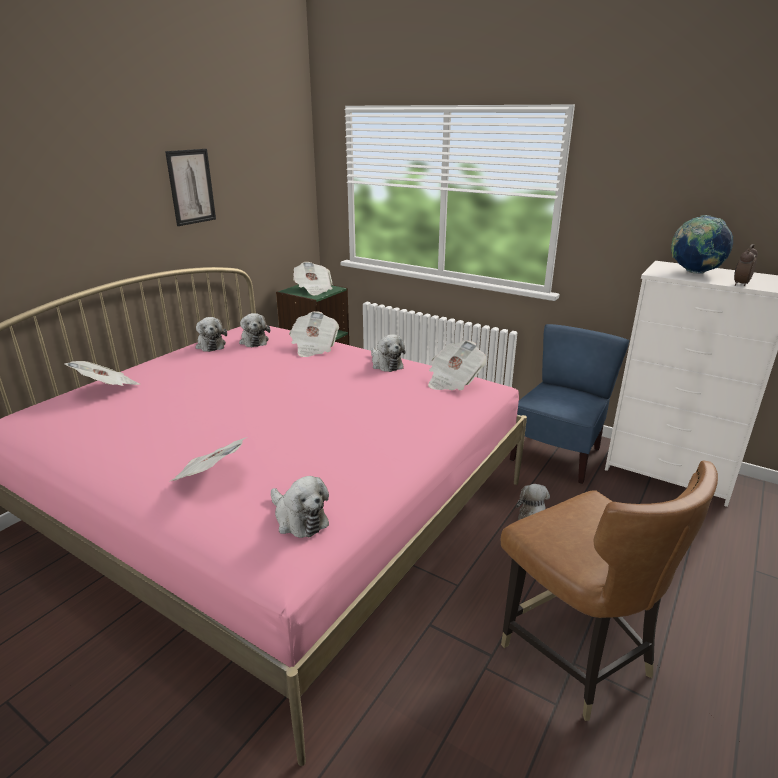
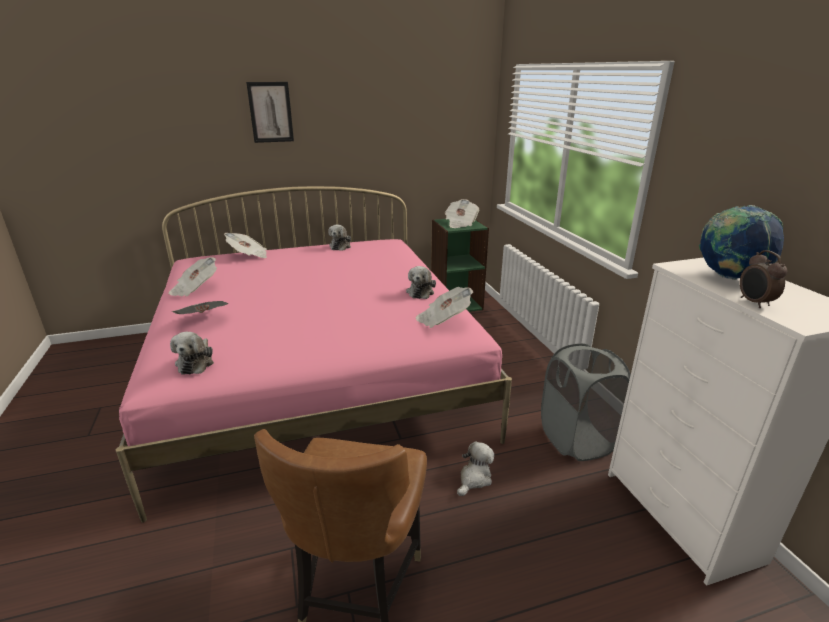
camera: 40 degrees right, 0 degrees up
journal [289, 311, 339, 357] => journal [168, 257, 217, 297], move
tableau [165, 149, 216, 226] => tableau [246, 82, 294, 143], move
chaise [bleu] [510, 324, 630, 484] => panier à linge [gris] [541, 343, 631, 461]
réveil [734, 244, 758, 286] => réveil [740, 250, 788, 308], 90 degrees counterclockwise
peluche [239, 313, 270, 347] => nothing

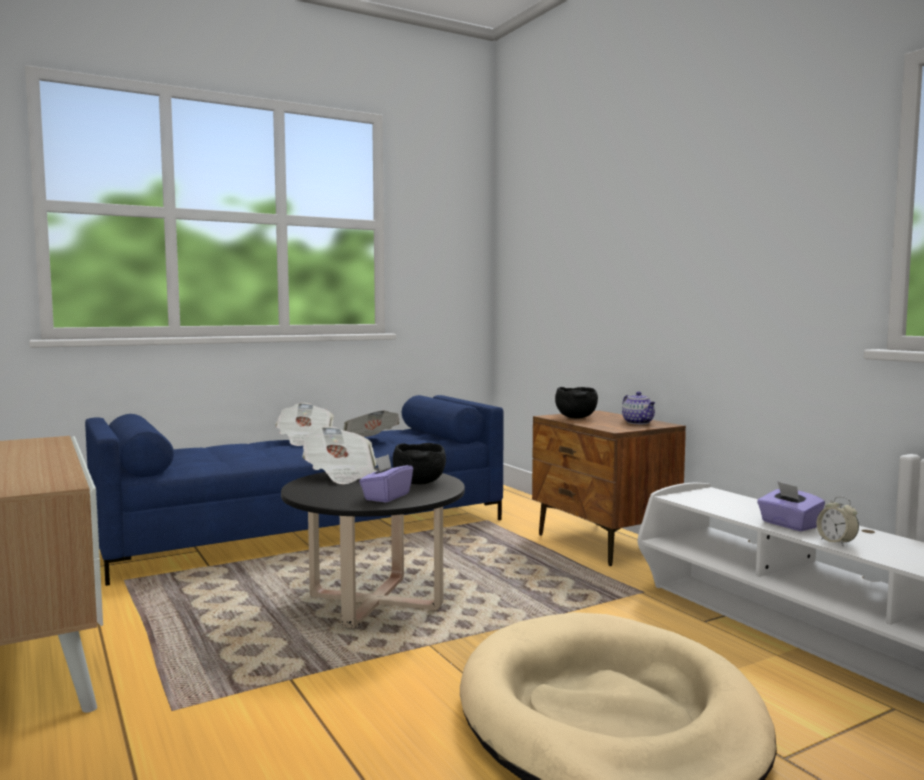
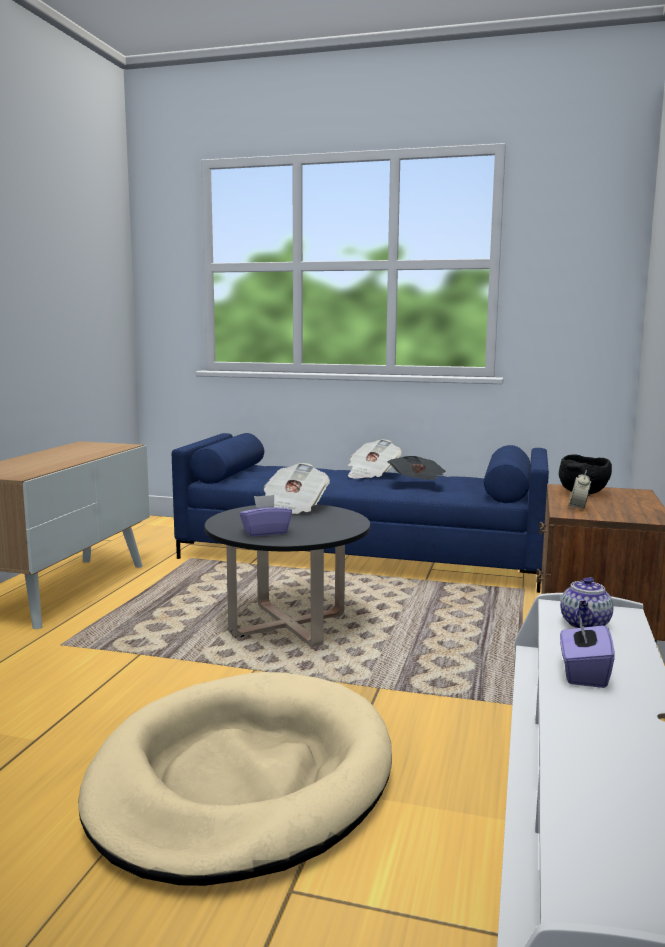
camera: 45 degrees right, 5 degrees up
théière [622, 391, 655, 424] => théière [560, 577, 613, 628], move
réveil [816, 496, 859, 546] => réveil [569, 470, 591, 510], move
bol [noir] [393, 443, 446, 484] => nothing

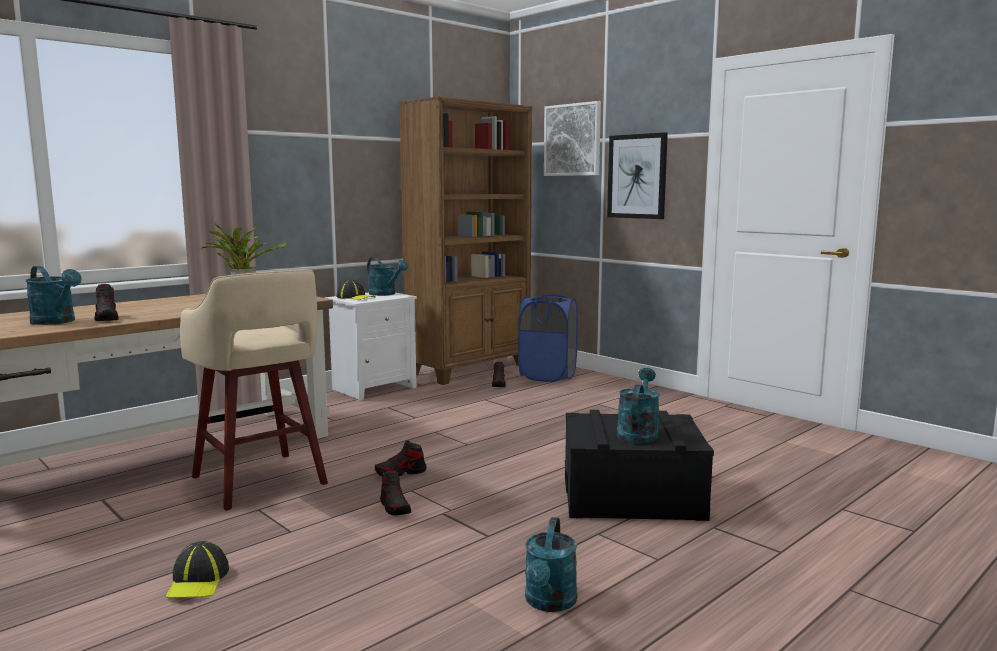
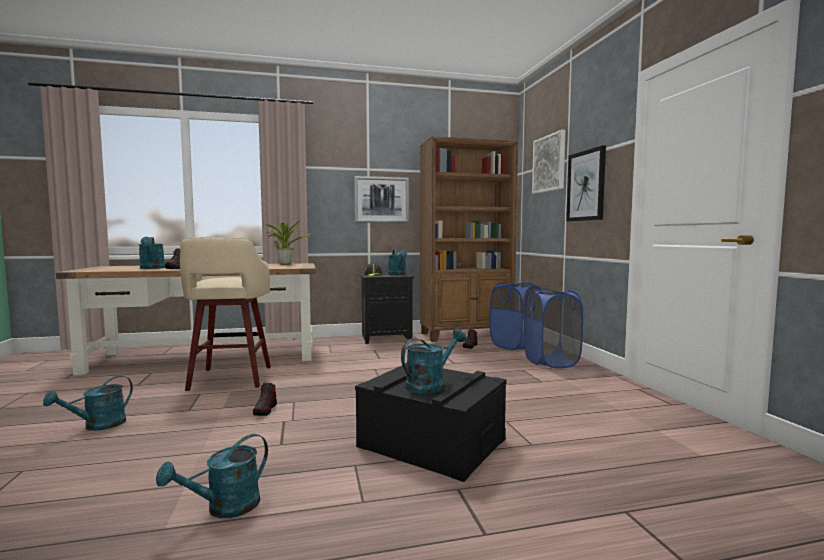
camera: 30 degrees right, 5 degrees down
casquette [165, 541, 229, 598] => arrosoir [turquoise] [43, 375, 133, 431]
nothing => tableau [354, 176, 409, 223]
table de chevet [blanc] [325, 292, 417, 401] => table de chevet [noir] [359, 274, 414, 344]
nothing => panier à linge [bleu] [524, 289, 583, 368]
chaussure [375, 440, 427, 477] => nothing

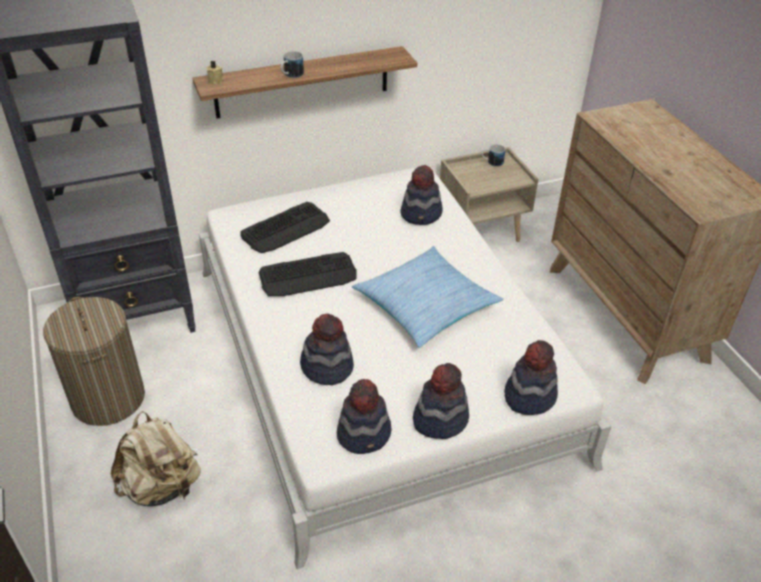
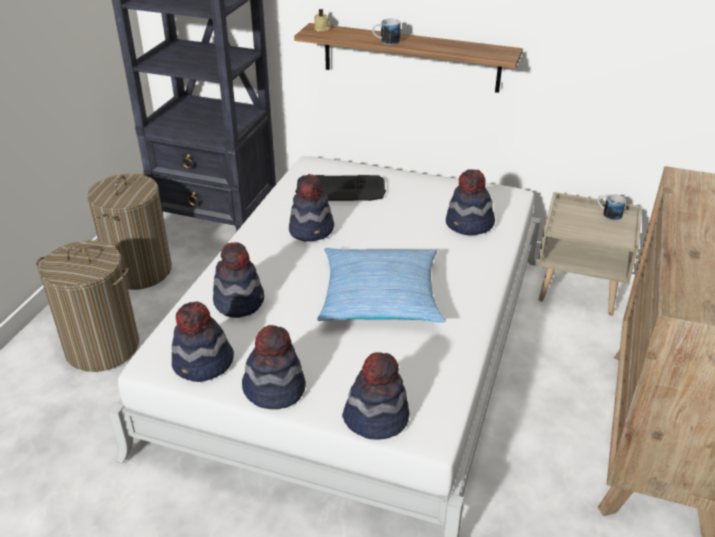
camera: 40 degrees right, 5 degrees down
sac à dos [beige] [111, 411, 201, 506] => panier à linge [36, 240, 139, 372]
clavier [259, 252, 356, 296] => chapeau [289, 174, 334, 242]

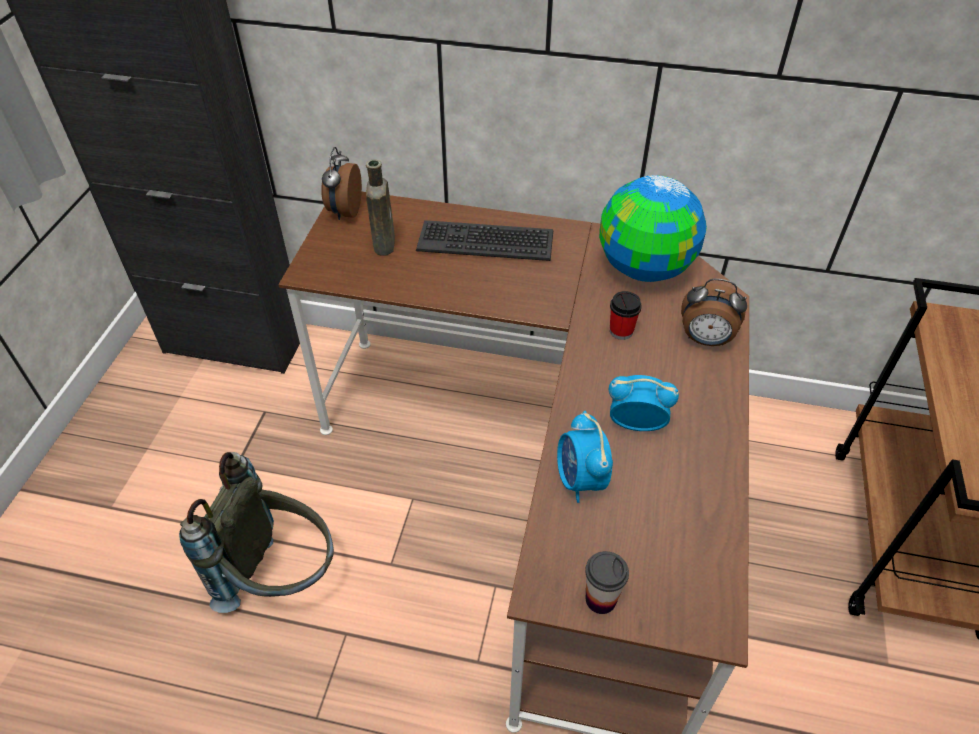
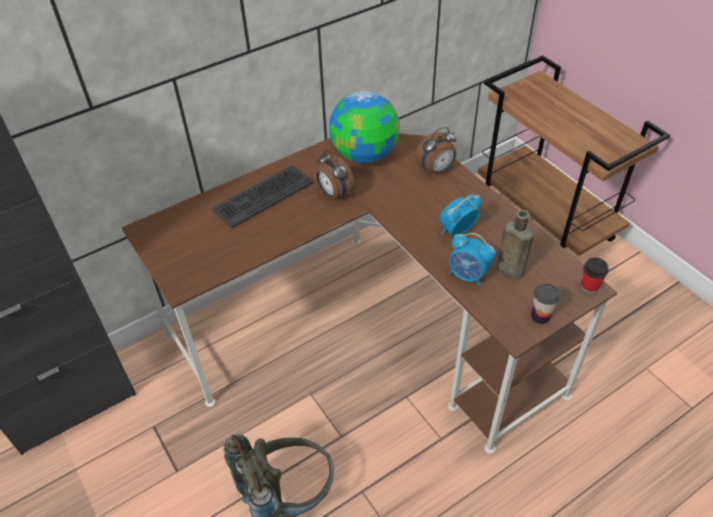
camera: 45 degrees left, 0 degrees up
réveil [321, 147, 362, 220] => réveil [316, 150, 355, 201], move
bouteille [marron] [366, 159, 395, 256] => bouteille [marron] [497, 210, 533, 279], move
tasse [610, 291, 642, 340] => tasse [581, 257, 608, 294], move

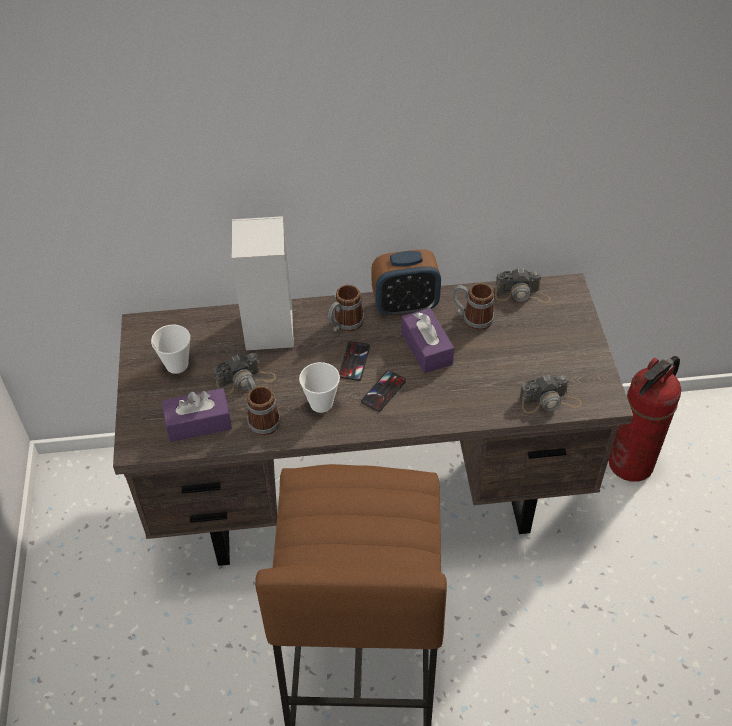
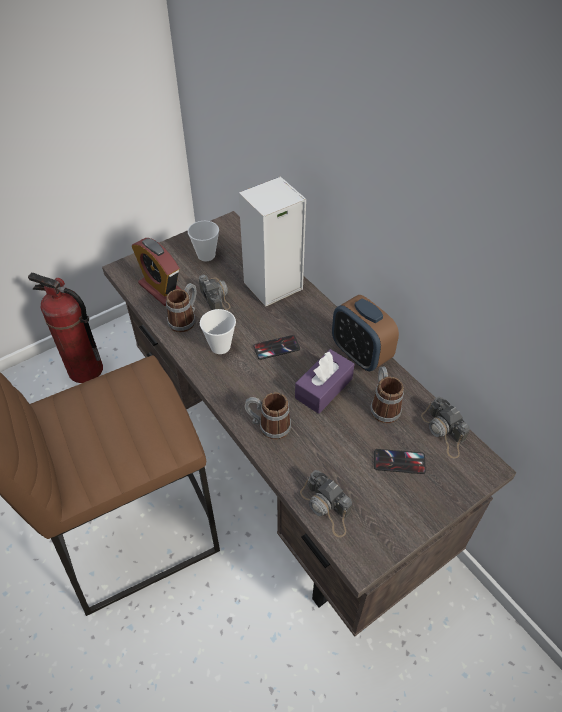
camera: 60 degrees right, 0 degrees up
extincteur [609, 356, 681, 482] => extincteur [28, 273, 103, 383], move
boîte à mouchoirs [violet] [162, 388, 232, 442] => réveil [131, 238, 181, 306]
appareil photo [213, 353, 276, 395] => appareil photo [199, 275, 230, 310], 150 degrees counterclockwise
mug [328, 285, 364, 332] => mug [245, 392, 291, 440], move
téléphone [361, 370, 406, 412] => téléphone [374, 449, 426, 474], move

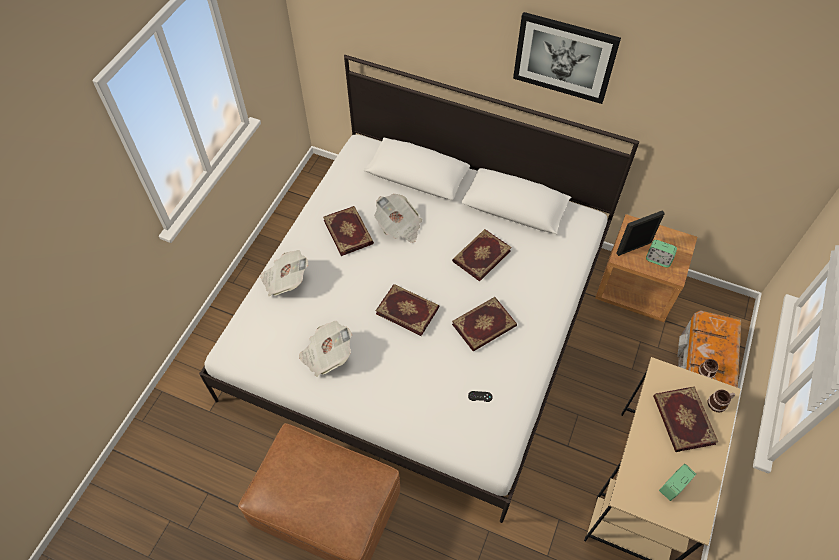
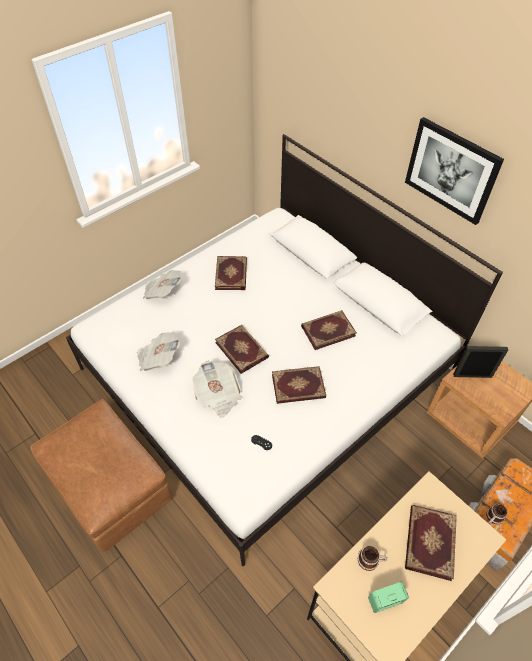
camera: 25 degrees right, 5 degrees down
journal [374, 194, 422, 243] => journal [192, 361, 242, 417], move
mug [708, 389, 735, 413] => mug [358, 546, 387, 571], move
réveil [646, 240, 677, 267] => nothing

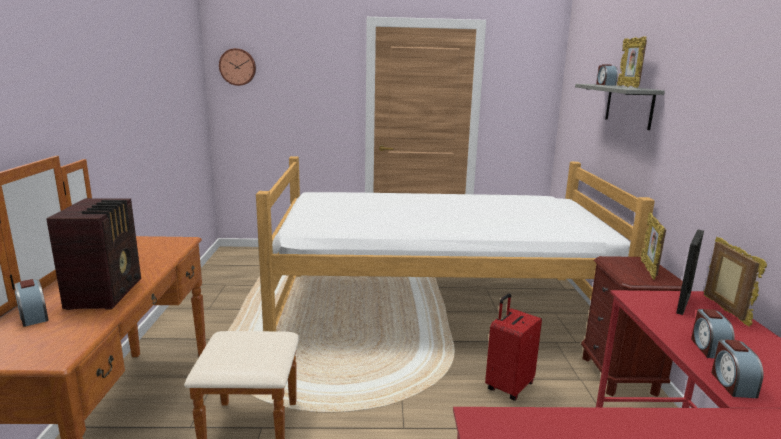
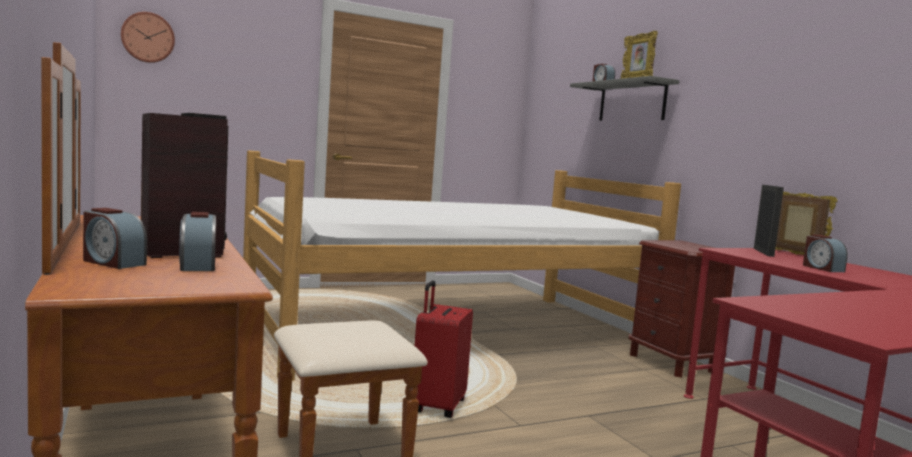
camera: 25 degrees left, 10 degrees down
réveil [711, 339, 763, 398] => réveil [179, 212, 216, 271], move
valise [rouge] [485, 293, 542, 401] => valise [rouge] [415, 280, 473, 418], move
cadre photo [641, 212, 666, 280] => nothing

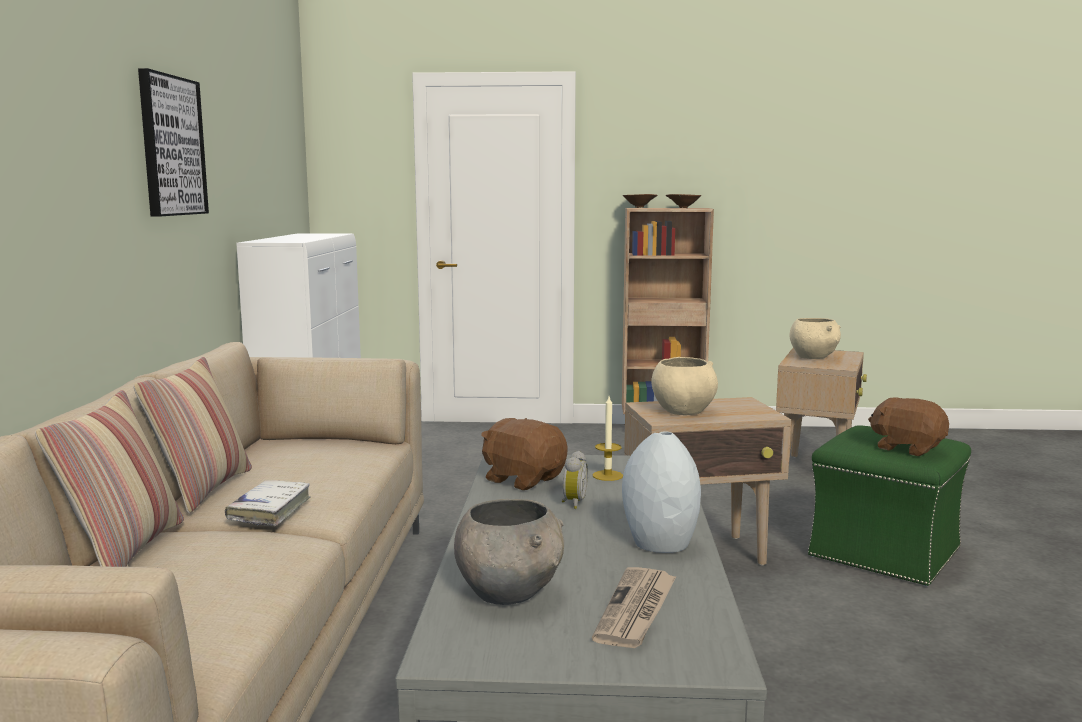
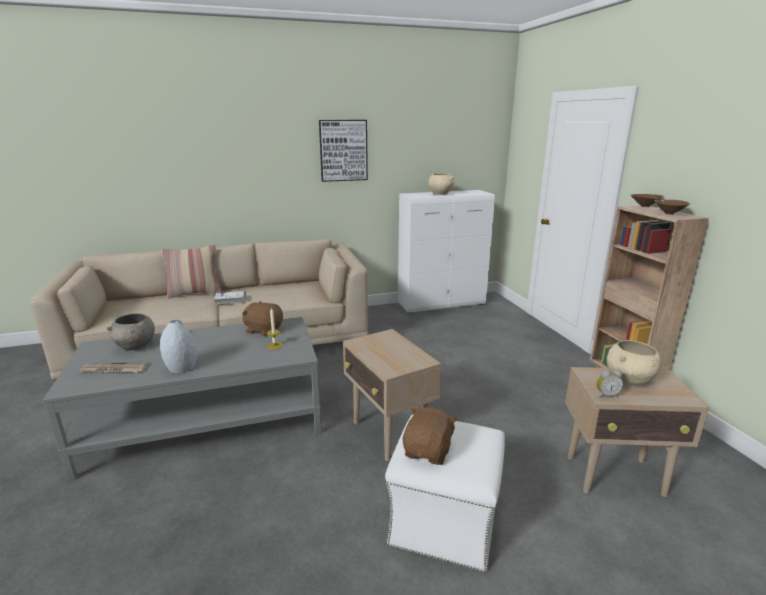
camera: 70 degrees right, 10 degrees up
peluche [marron] [481, 418, 568, 490] => peluche [marron] [242, 301, 283, 336], 90 degrees counterclockwise
pouf [vert] [808, 425, 971, 586] => pouf [blanc] [385, 415, 505, 572]
bol [beige] [652, 357, 718, 415] => bol [beige] [429, 173, 455, 195], move
réveil [562, 451, 588, 509] => réveil [596, 369, 623, 398], move
coussin [133, 357, 252, 513] => nothing

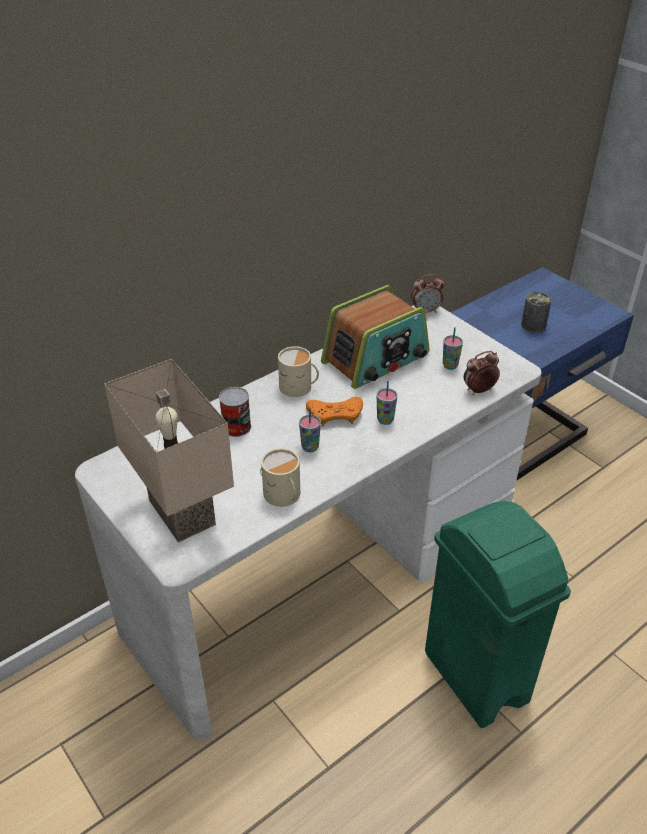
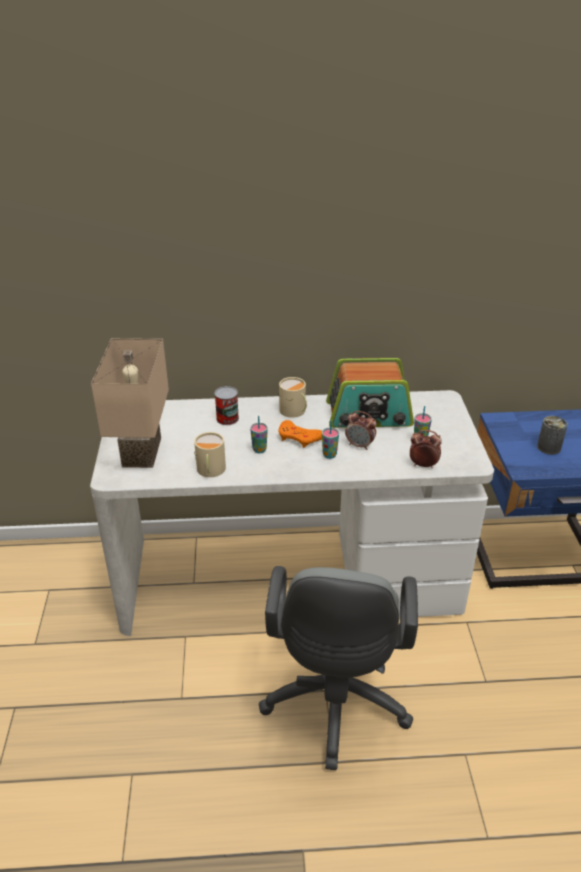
camera: 35 degrees right, 5 degrees down
poubelle [vert] [425, 501, 571, 728] => chaise de bureau [gris] [259, 566, 418, 770]
réveil [411, 274, 444, 313] => réveil [345, 411, 376, 450], move

